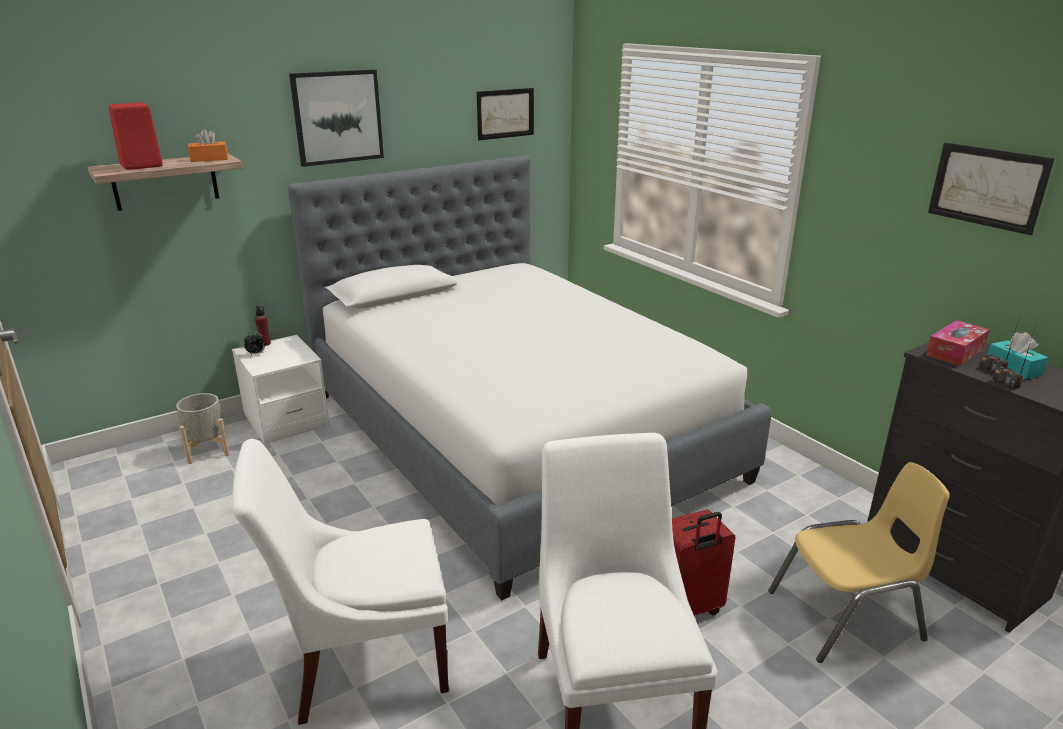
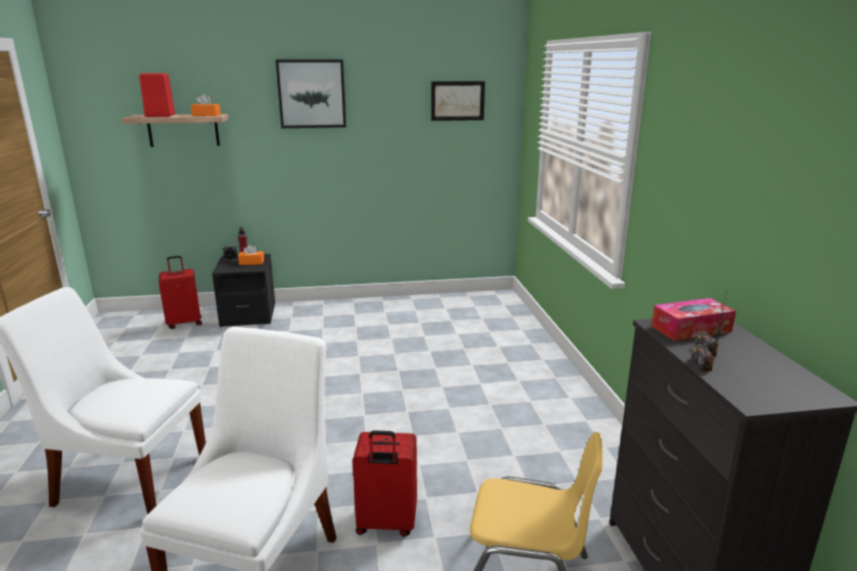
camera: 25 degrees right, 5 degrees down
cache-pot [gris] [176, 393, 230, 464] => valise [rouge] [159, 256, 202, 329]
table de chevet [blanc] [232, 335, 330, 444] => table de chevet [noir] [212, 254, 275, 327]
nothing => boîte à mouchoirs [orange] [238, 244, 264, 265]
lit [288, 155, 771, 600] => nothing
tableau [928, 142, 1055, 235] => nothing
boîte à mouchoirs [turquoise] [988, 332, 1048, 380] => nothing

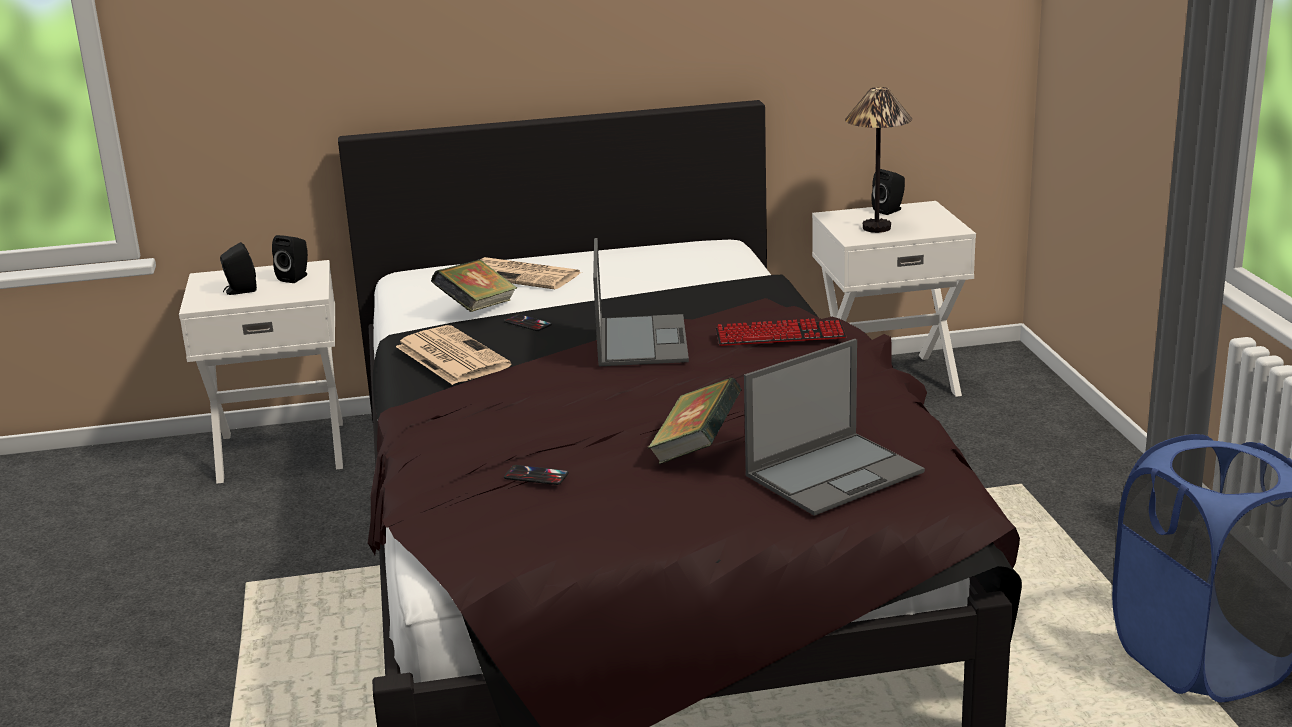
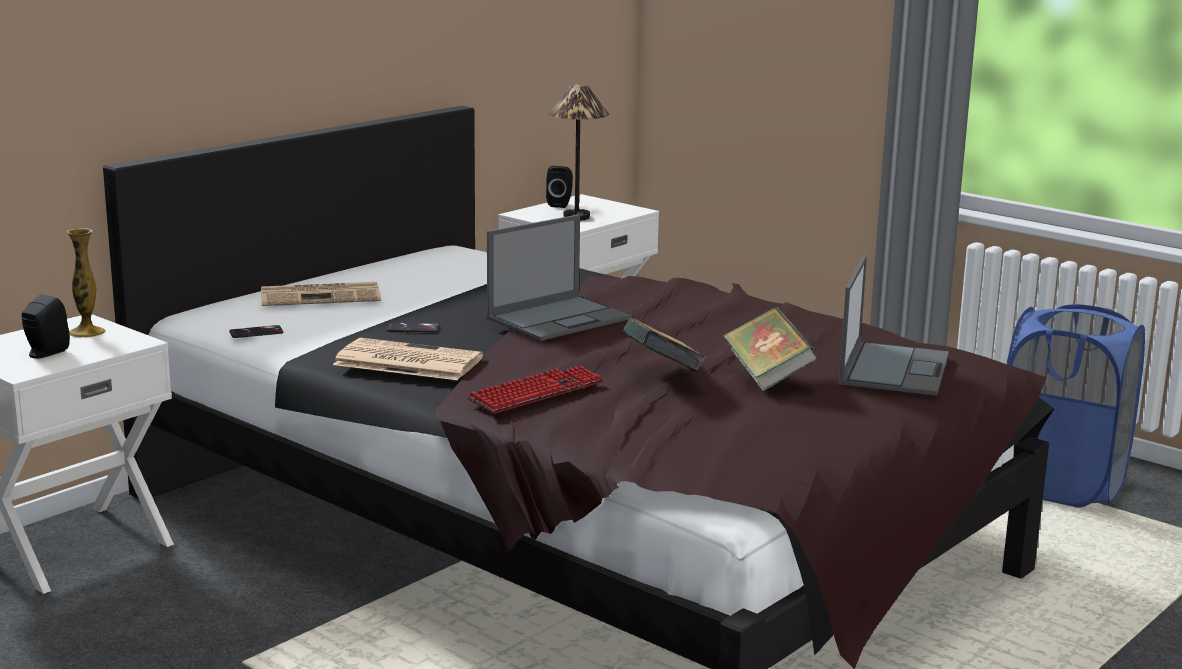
camera: 40 degrees left, 5 degrees down
enceinte [noir] [272, 235, 308, 283] => vase [67, 228, 106, 338]
téléphone [504, 465, 569, 485] => téléphone [229, 325, 283, 338], move
clavier [715, 319, 847, 346] => clavier [467, 366, 604, 414], move
ordinateur portable [593, 238, 689, 366] => ordinateur portable [487, 215, 632, 341], 90 degrees clockwise
livre [431, 259, 517, 312] => livre [622, 318, 707, 372], move

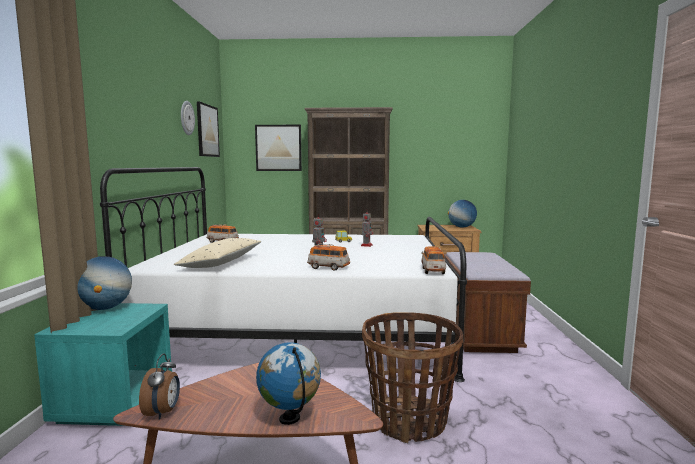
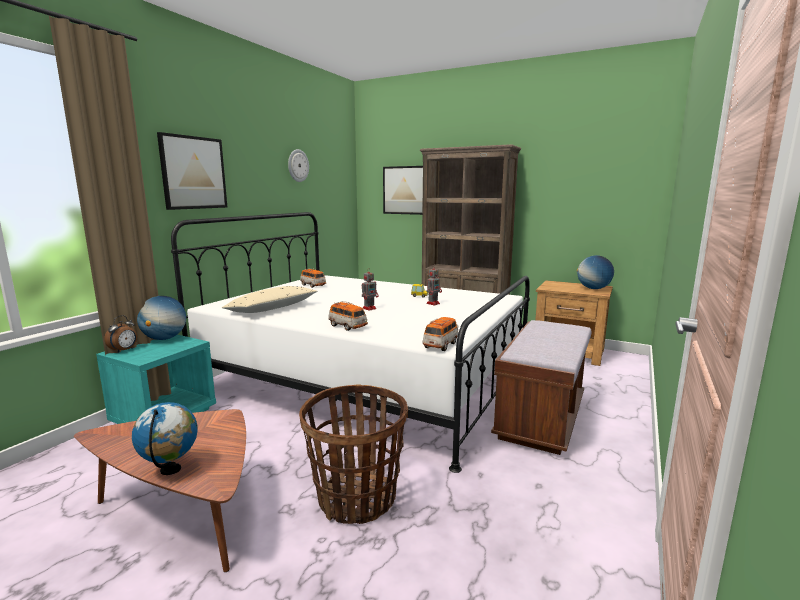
camera: 25 degrees right, 5 degrees up
réveil [139, 353, 180, 420] => réveil [104, 315, 137, 353], move
tableau [197, 101, 220, 157] => tableau [157, 132, 227, 210], move

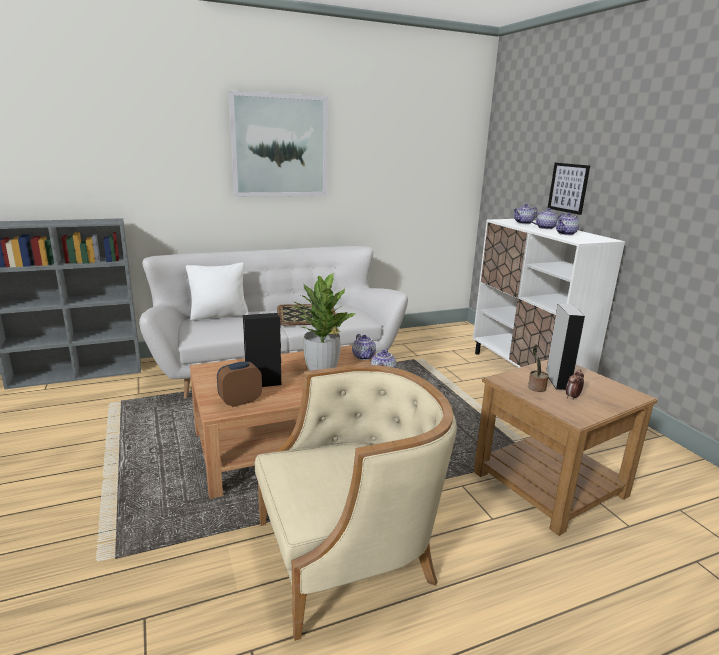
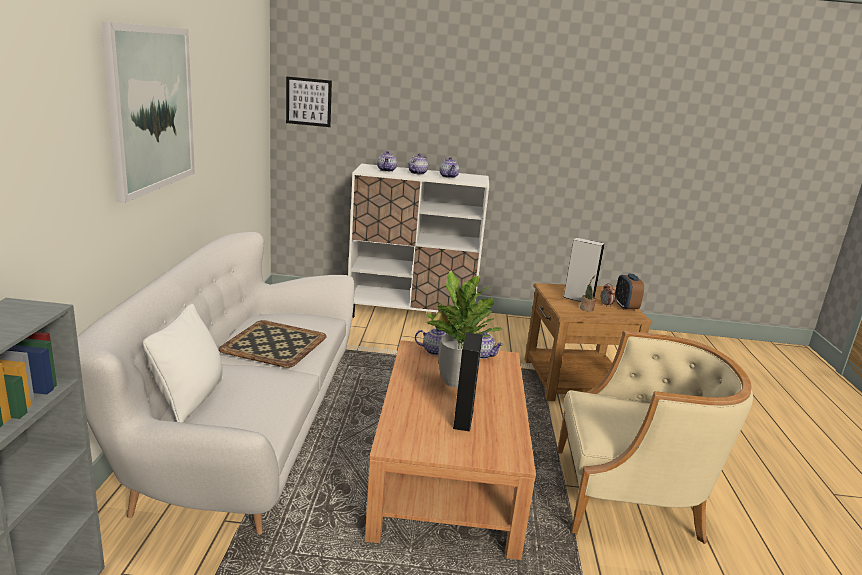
camera: 65 degrees left, 0 degrees up
tableau [548, 163, 590, 215] => tableau [286, 76, 332, 127], move
fauteuil [beige] [255, 365, 457, 641] => fauteuil [beige] [557, 330, 753, 544], 90 degrees clockwise
réveil [217, 361, 262, 407] => réveil [615, 274, 644, 311], move

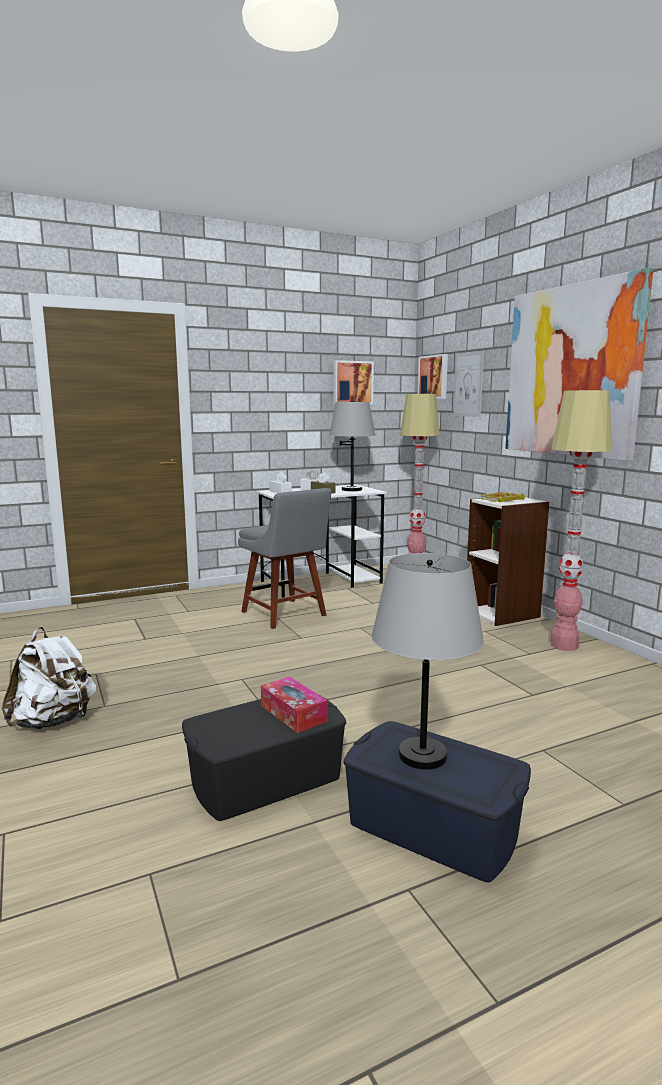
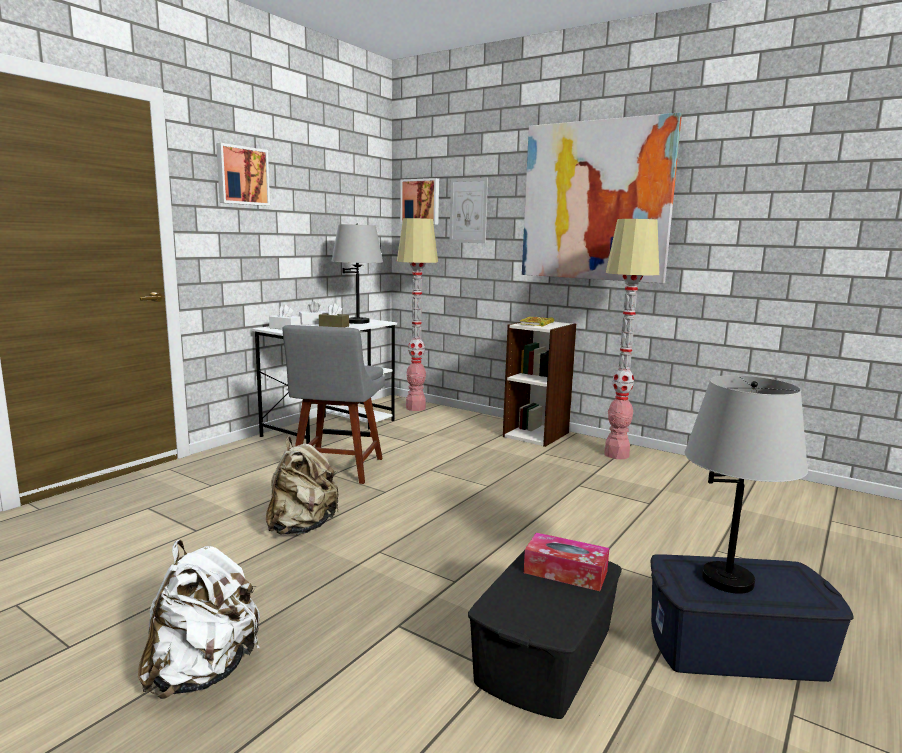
camera: 30 degrees left, 0 degrees up
tableau [333, 360, 374, 404] => tableau [216, 143, 270, 206], move
nothing => sac à dos [beige] [266, 436, 339, 535]
chaise [gris] [238, 488, 331, 629] => chaise [gris] [282, 325, 385, 484], 75 degrees clockwise

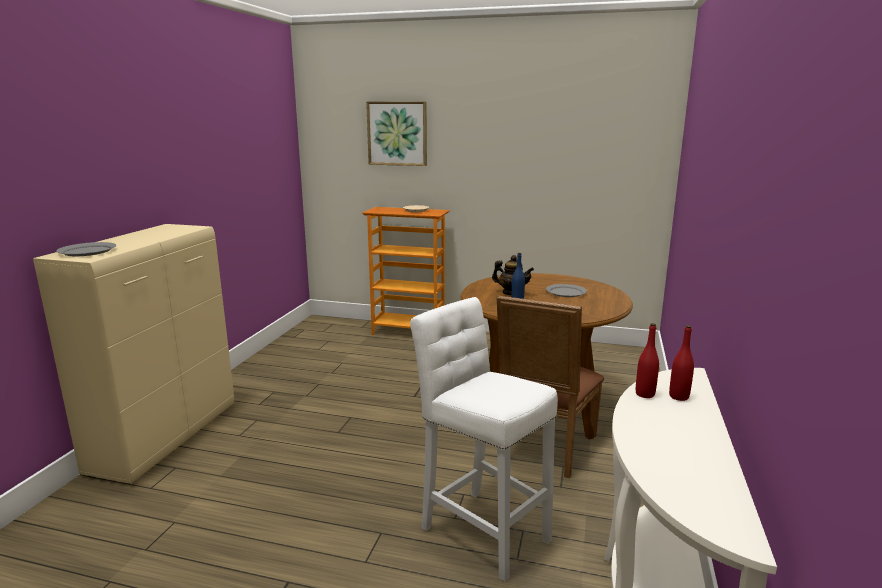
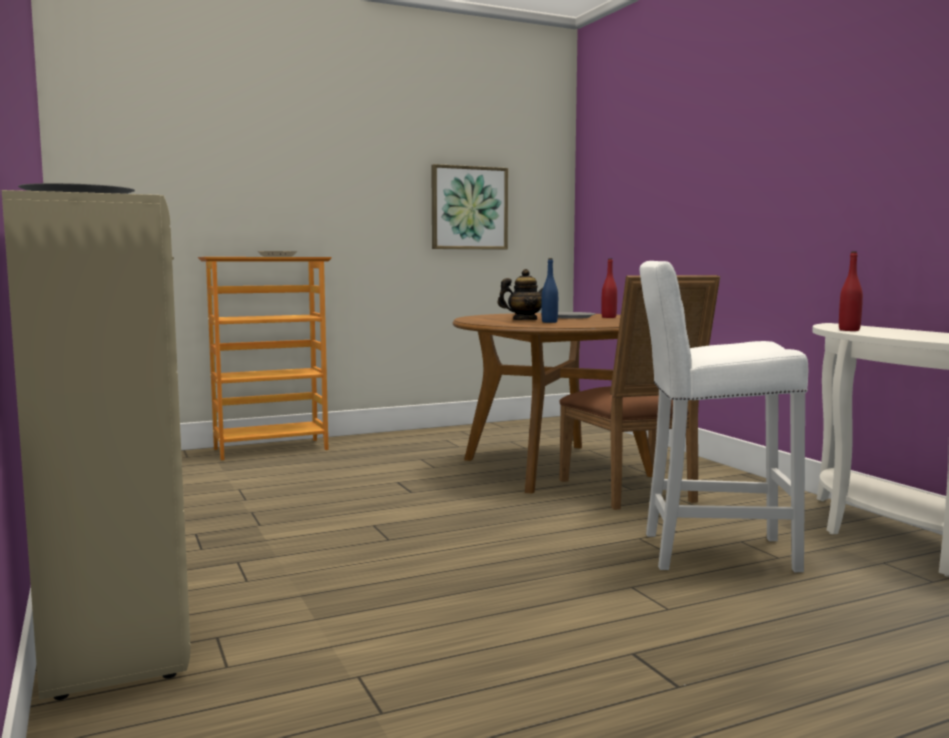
camera: 40 degrees left, 10 degrees down
tableau [366, 101, 427, 166] => tableau [431, 164, 508, 250], move
bouteille [rouge] [669, 325, 694, 401] => bouteille [rouge] [601, 258, 617, 318], move

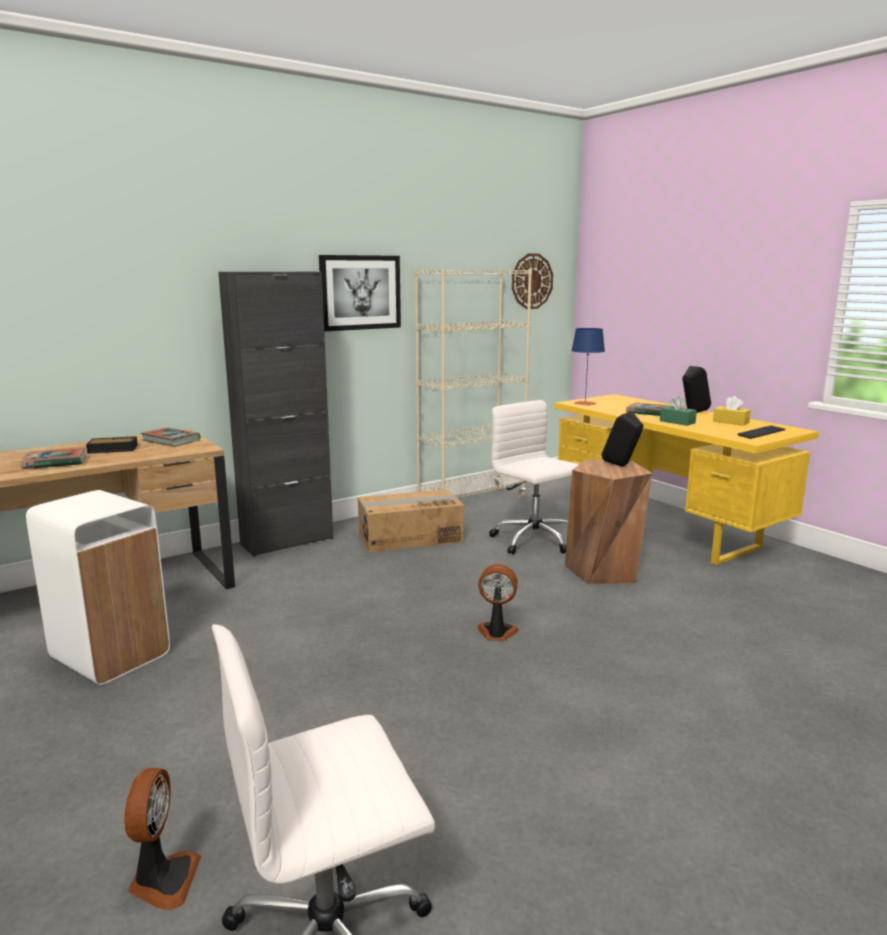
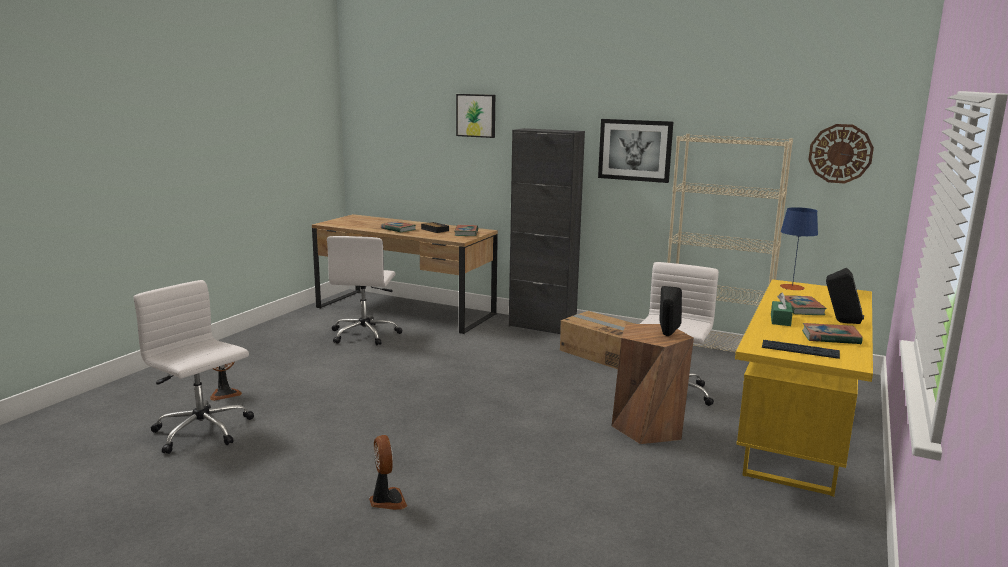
camera: 60 degrees right, 0 degrees up
poubelle [blanc] [26, 490, 170, 685] => chaise de bureau [blanc] [327, 236, 403, 345]
ventilateur [477, 564, 519, 642] => ventilateur [369, 435, 407, 510], move
nothing => tableau [456, 94, 495, 138]
boîte à mouchoirs [jaune] [713, 396, 751, 426] => livre [802, 323, 862, 344]

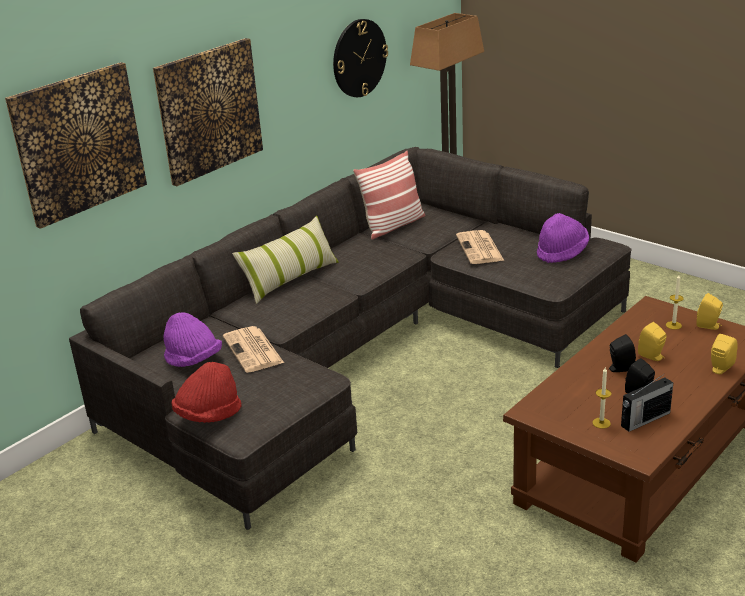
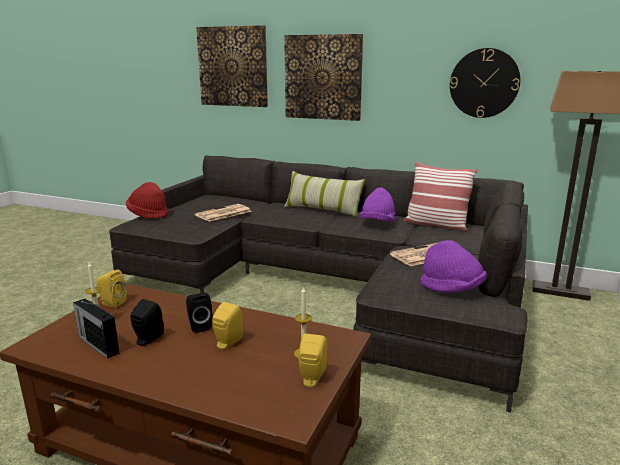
camera: 70 degrees right, 10 degrees down
enceinte [jaune] [711, 334, 738, 374] => enceinte [jaune] [96, 270, 127, 308], move
chapeau [violet] [164, 312, 222, 367] => chapeau [violet] [359, 187, 395, 222], move

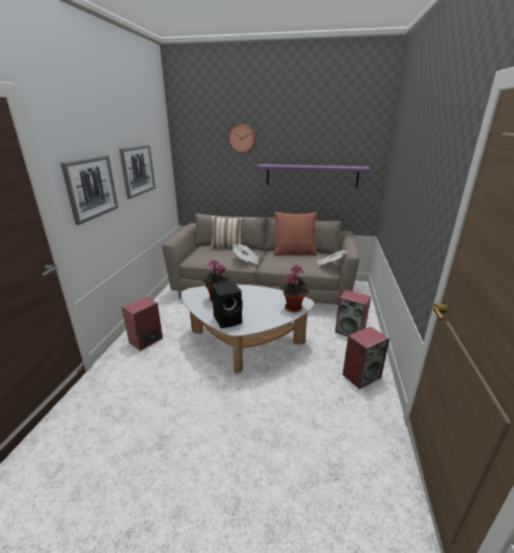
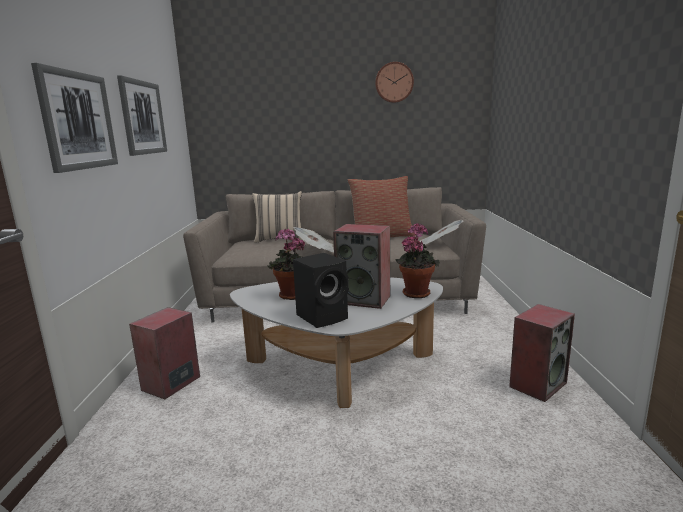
camera: 10 degrees left, 10 degrees down
enceinte [335, 290, 371, 337] => enceinte [333, 224, 390, 309], move
horloge murale [229, 124, 255, 153] => horloge murale [375, 62, 414, 103], move
étagère [violet] [257, 164, 370, 188] => nothing

